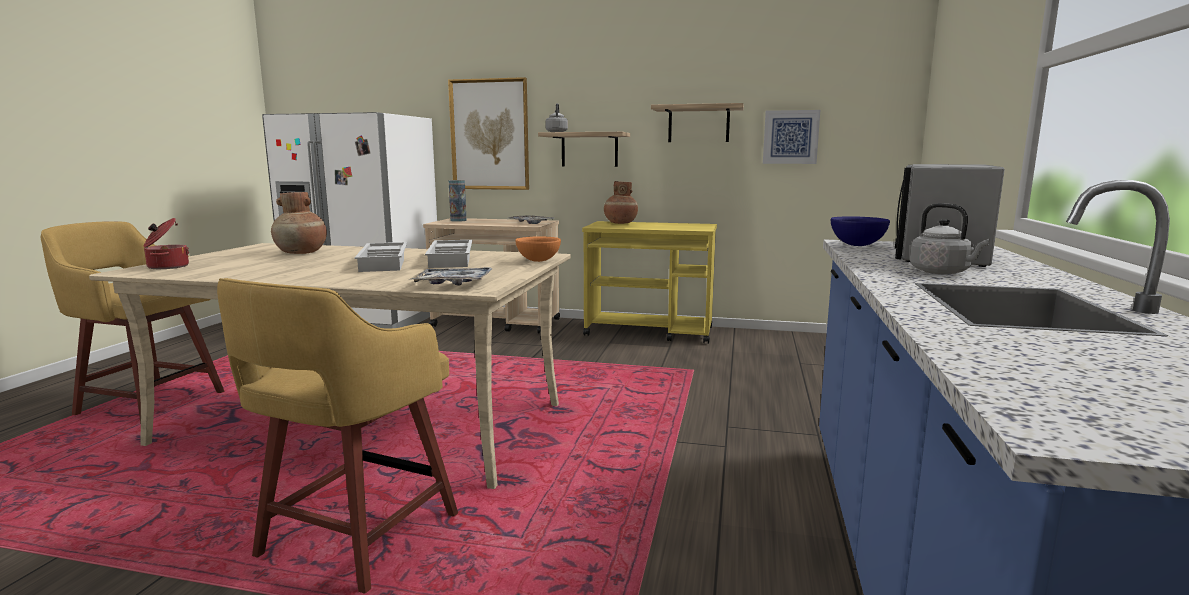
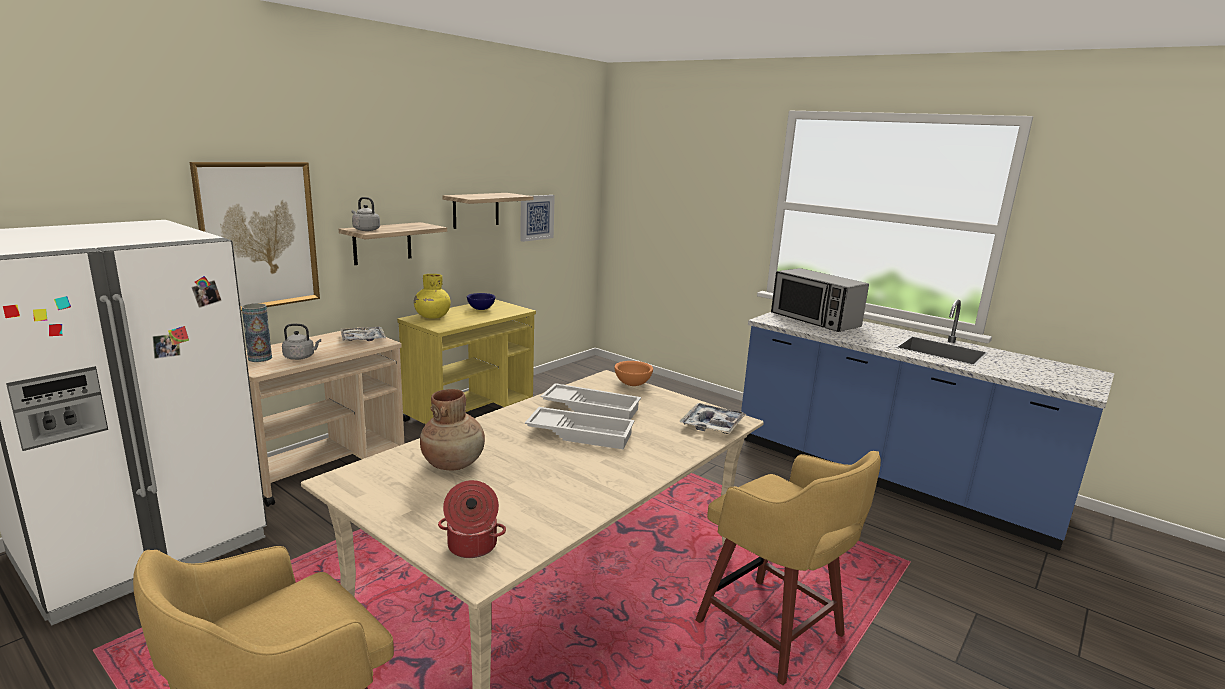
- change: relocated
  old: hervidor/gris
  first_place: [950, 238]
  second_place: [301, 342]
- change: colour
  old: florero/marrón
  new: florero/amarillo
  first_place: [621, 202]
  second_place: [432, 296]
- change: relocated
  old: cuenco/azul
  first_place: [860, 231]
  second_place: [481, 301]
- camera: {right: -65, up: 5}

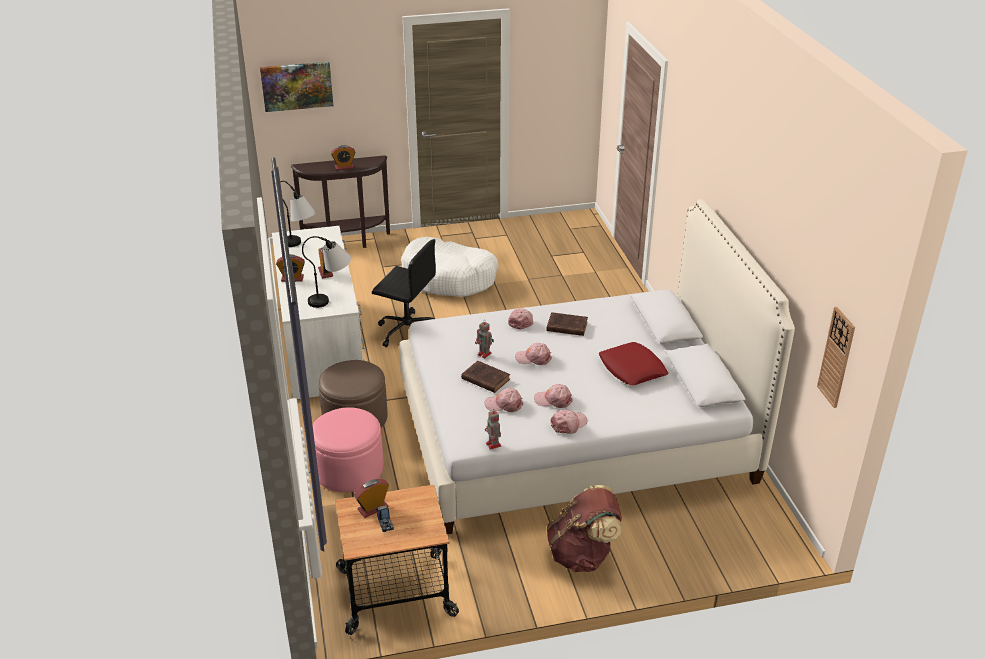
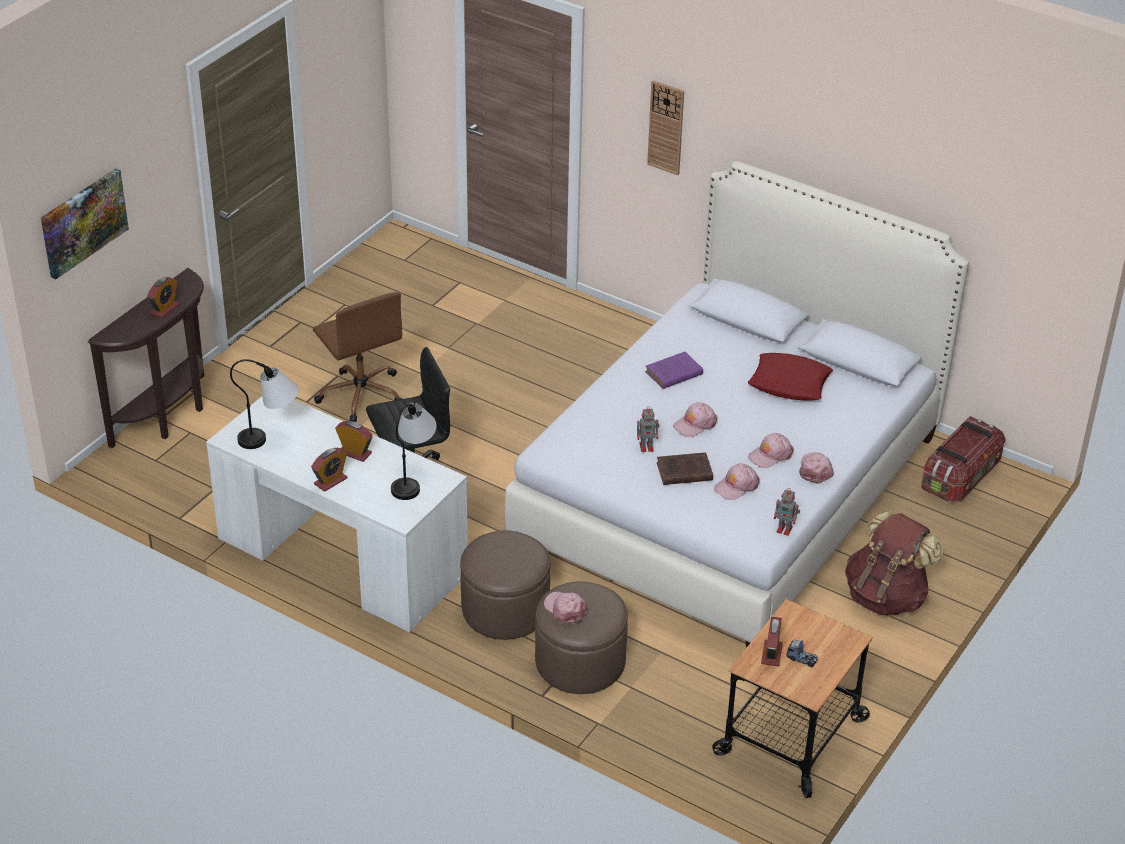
- change: exchanged
  old: cama para perro/blanco
  new: silla de oficina/marrón
  first_place: [450, 267]
  second_place: [358, 357]
- change: colour
  old: puf/rosa
  new: puf/marrón
  first_place: [347, 449]
  second_place: [581, 638]
- change: relocated
  old: gorra/rosa
  first_place: [520, 319]
  second_place: [566, 608]
- change: colour
  old: libro/marrón
  new: libro/morado
  first_place: [567, 324]
  second_place: [674, 370]
- change: relocated
  old: reloj de pared
  first_place: [836, 357]
  second_place: [665, 127]
- change: appeared
  new: caja de almacenaje
  second_place: [963, 459]
- camera: {right: -45, up: 5}

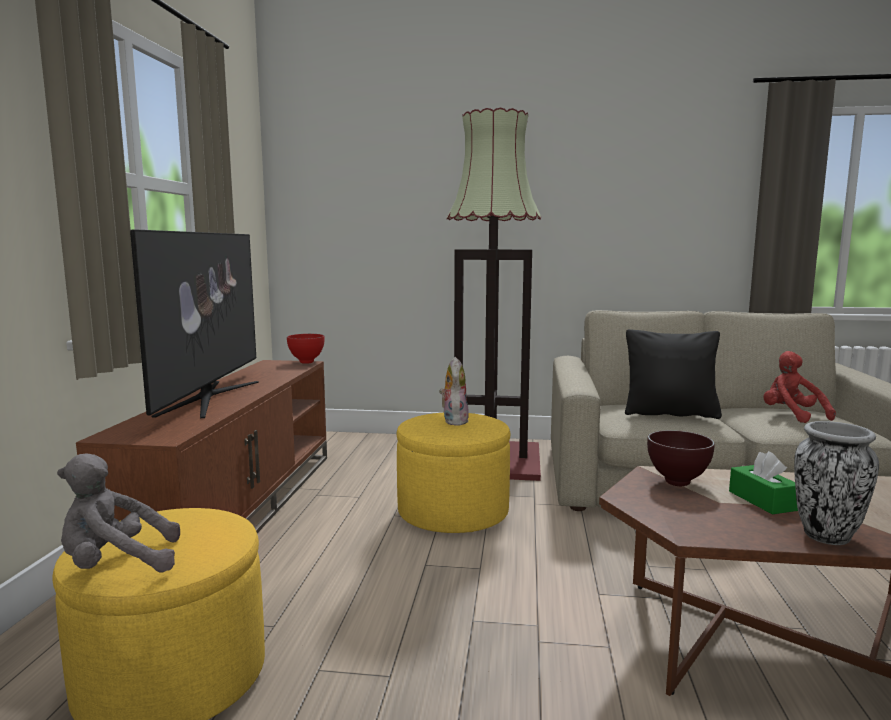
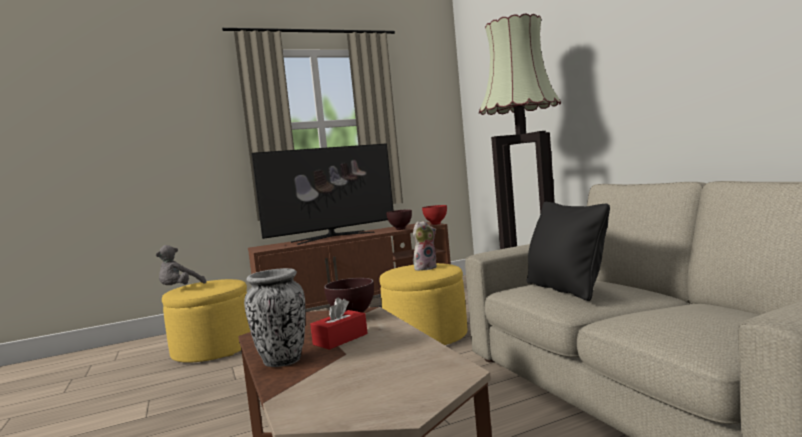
- change: spun
  old: peluche/gris
  first_place: [118, 512]
  second_place: [181, 265]
  degrees: -105
- change: colour
  old: caja de pañuelos/verde
  new: caja de pañuelos/rojo
  first_place: [763, 482]
  second_place: [339, 324]
- change: appeared
  new: cuenco/marrón
  second_place: [399, 219]
- change: missing
  old: peluche/rojo
  first_place: [799, 387]
- camera: {right: 60, up: -5}

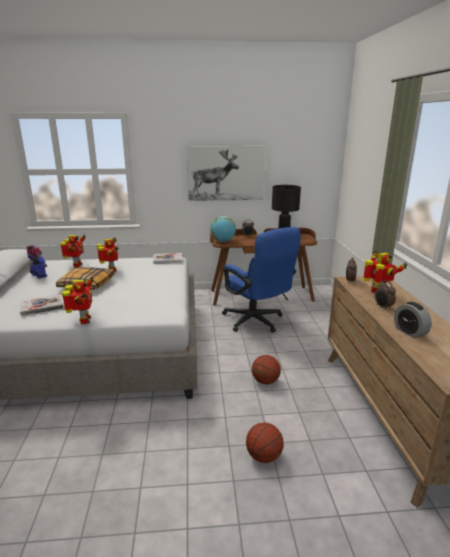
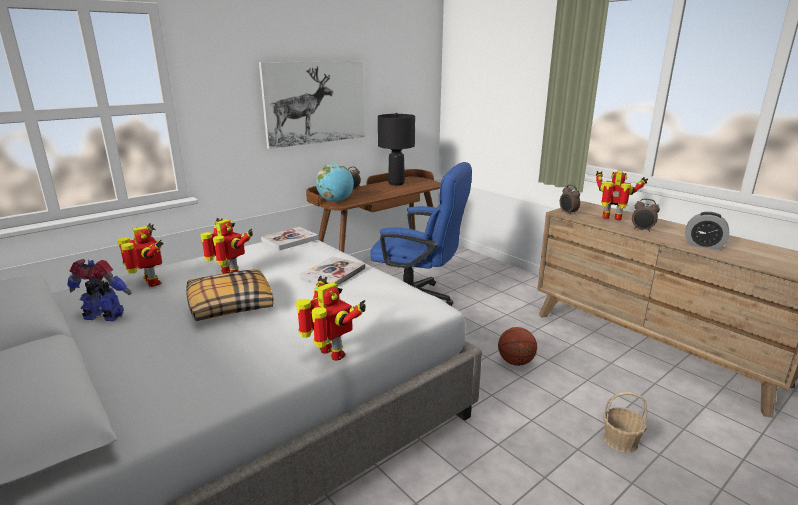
- change: relocated
  old: libro
  first_place: [41, 305]
  second_place: [332, 271]
- change: exchanged
  old: balón de baloncesto
  new: cesta
  first_place: [264, 442]
  second_place: [625, 422]
- camera: {right: -35, up: 0}

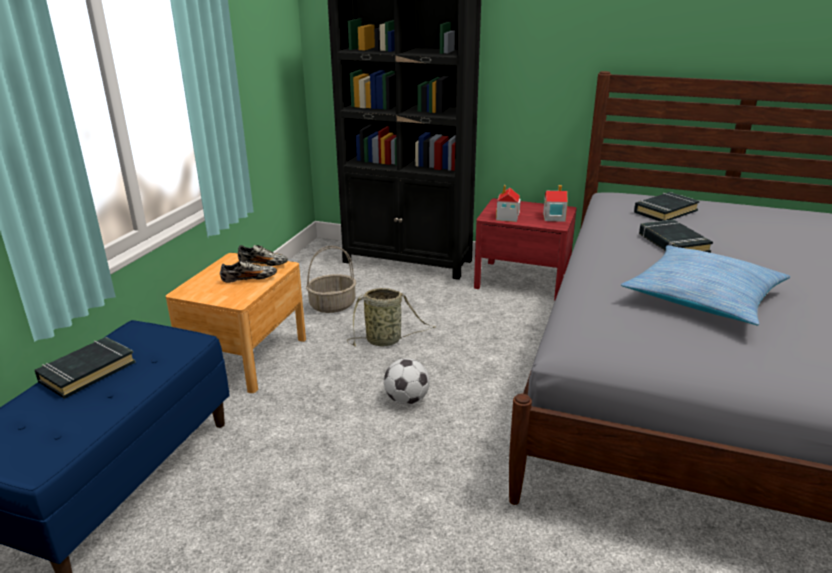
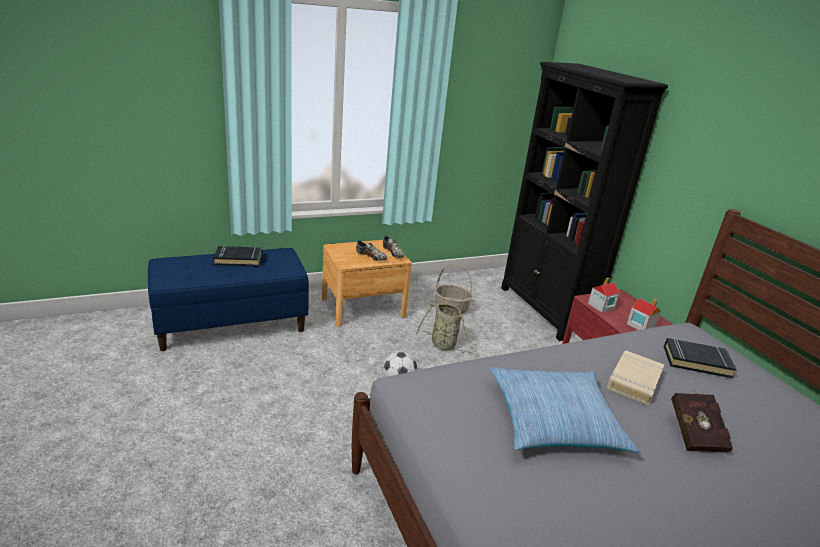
- change: colour
  old: libro/negro
  new: libro/beis
  first_place: [676, 236]
  second_place: [635, 378]
- change: appeared
  new: libro/rojo
  second_place: [702, 421]
- camera: {right: 45, up: 0}

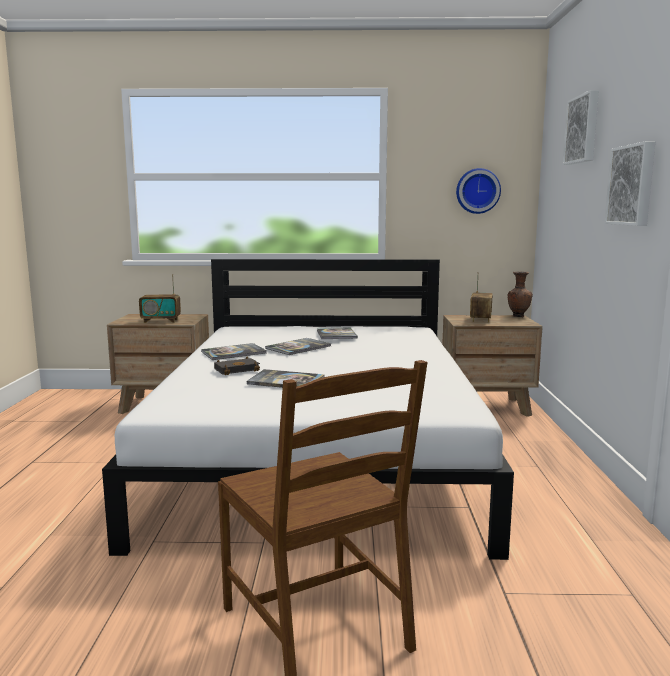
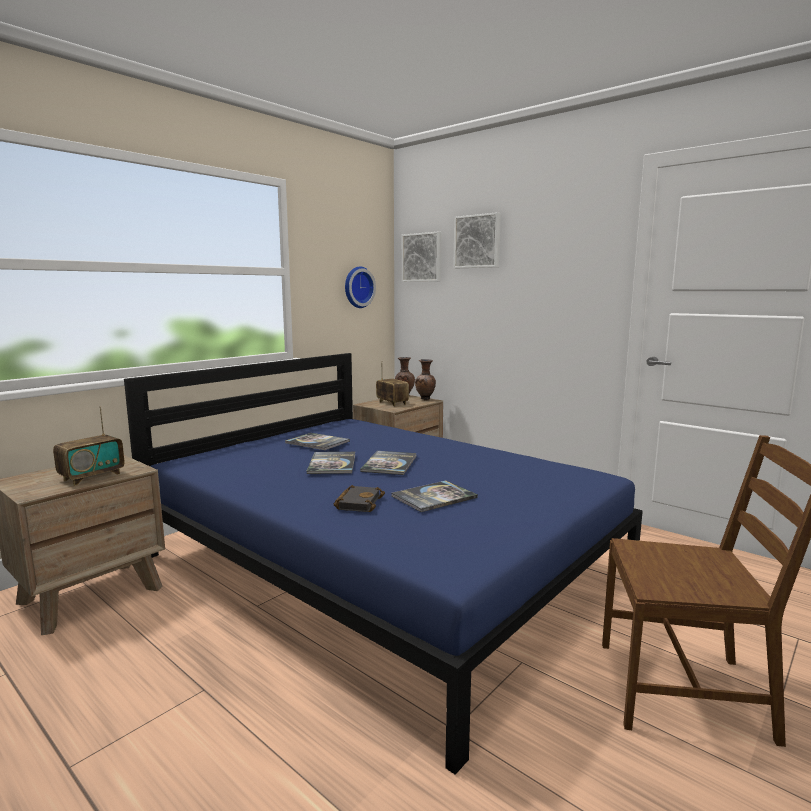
- change: colour
  old: cama/blanco
  new: cama/azul
  first_place: [308, 409]
  second_place: [383, 564]
- change: relocated
  old: libro
  first_place: [234, 351]
  second_place: [388, 463]
- change: relocated
  old: cuadro
  first_place: [629, 183]
  second_place: [422, 257]
- change: appeared
  new: florero/marrón
  second_place: [425, 379]
- camera: {right: -50, up: 0}

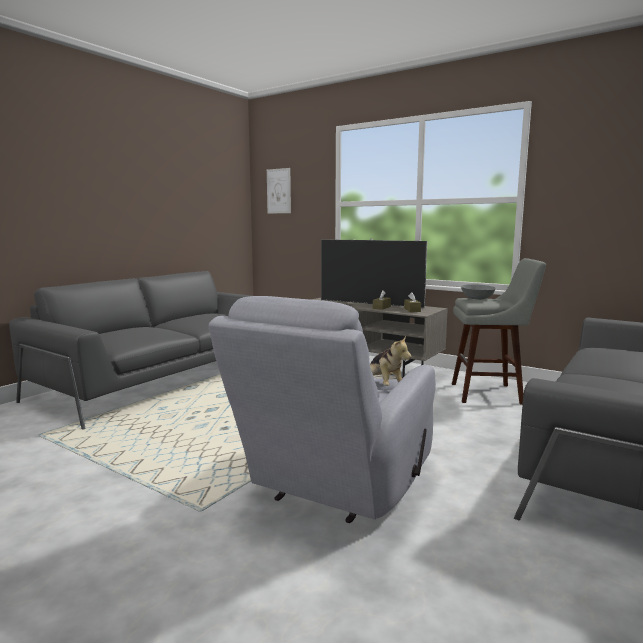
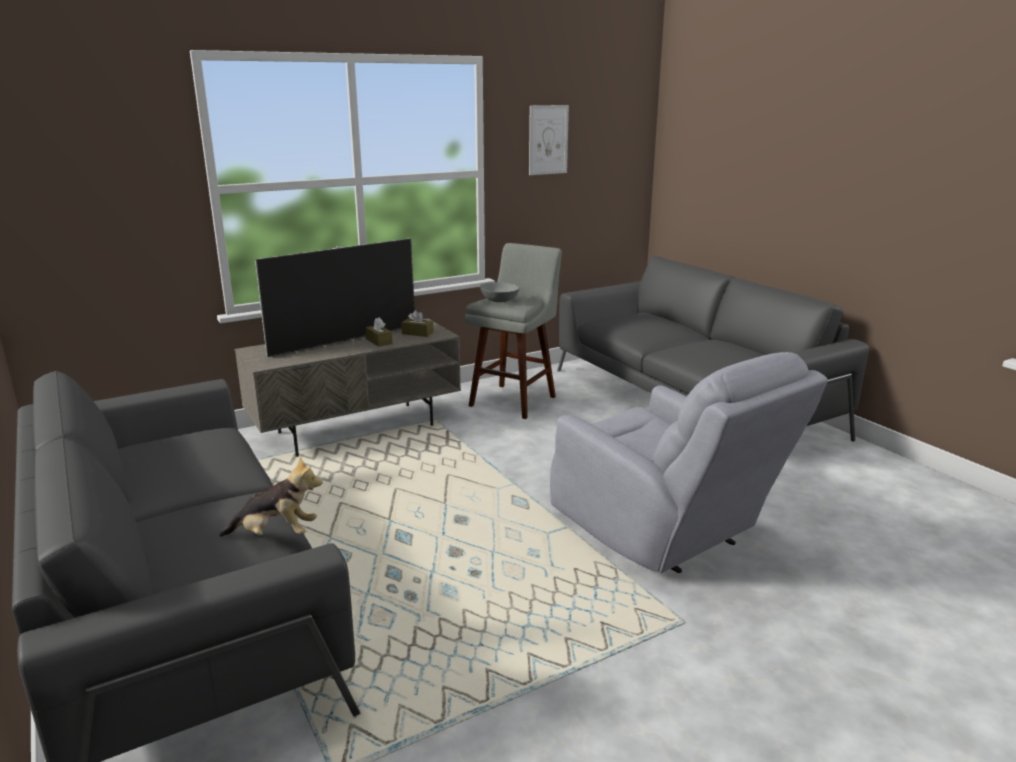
- change: relocated
  old: peluche
  first_place: [391, 360]
  second_place: [271, 497]
- change: relocated
  old: cuadro
  first_place: [279, 191]
  second_place: [549, 140]
- camera: {right: -65, up: 10}

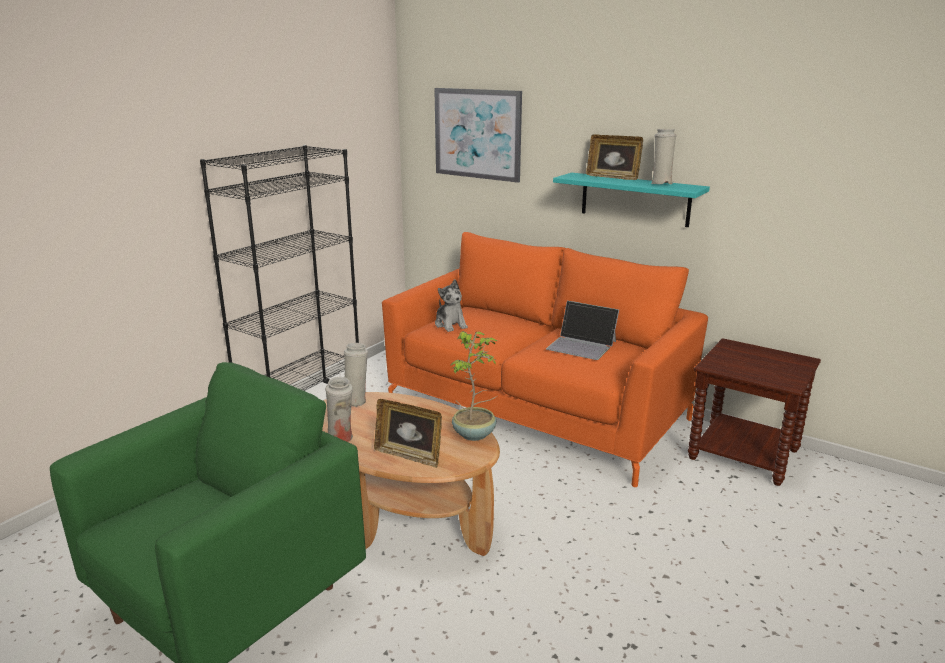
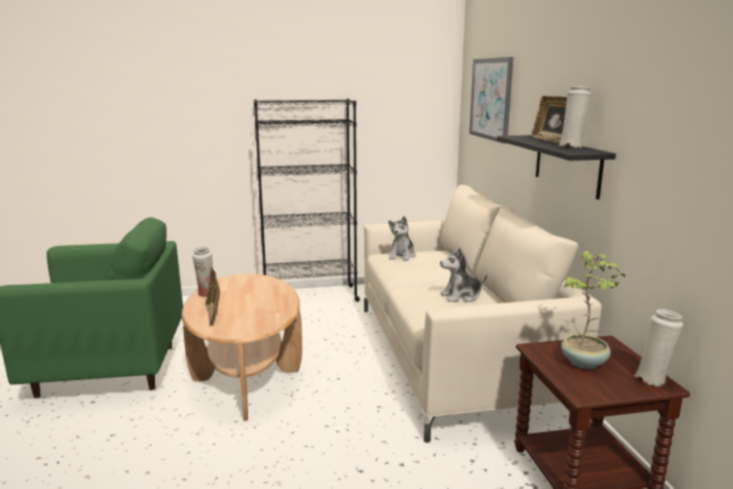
- change: colour
  old: sofá/naranja
  new: sofá/beis
  first_place: [545, 359]
  second_place: [483, 314]
- change: exchanged
  old: portátil
  new: peluche
  first_place: [582, 330]
  second_place: [463, 275]
- change: colour
  old: estante/turquesa
  new: estante/negro
  first_place: [631, 200]
  second_place: [556, 167]
- change: relocated
  old: planta en maceta
  first_place: [473, 386]
  second_place: [593, 310]
- change: relocated
  old: florero/blanco
  first_place: [356, 375]
  second_place: [658, 347]
- camera: {right: 45, up: -5}

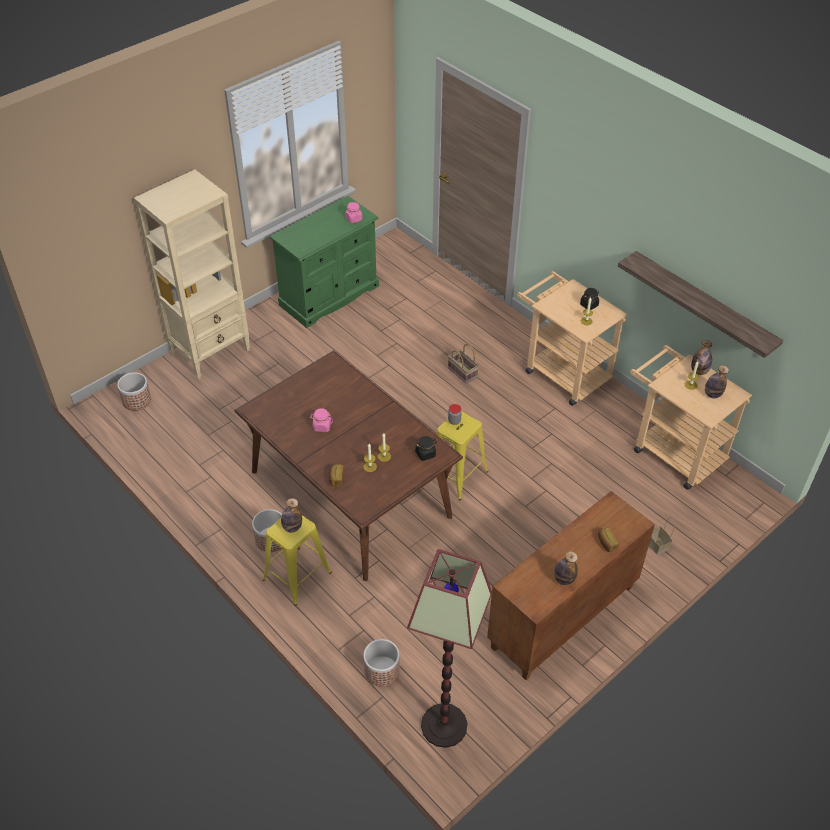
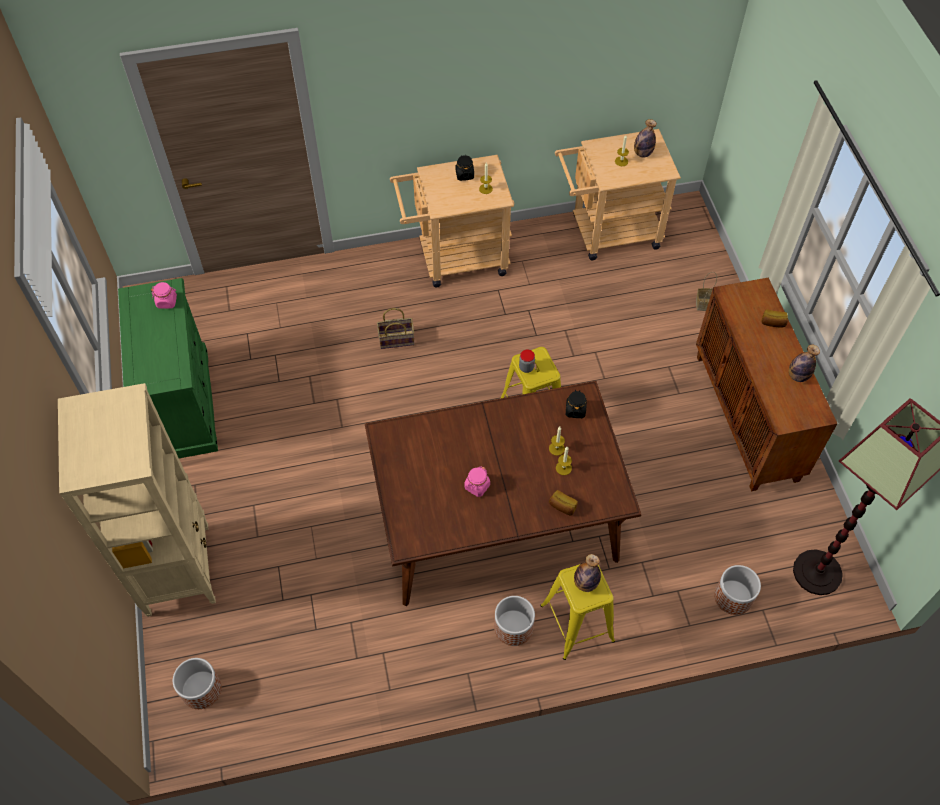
- change: missing
  old: estante
  first_place: [700, 304]
- change: missing
  old: botella
  first_place: [701, 357]
- camera: {right: -60, up: 10}

